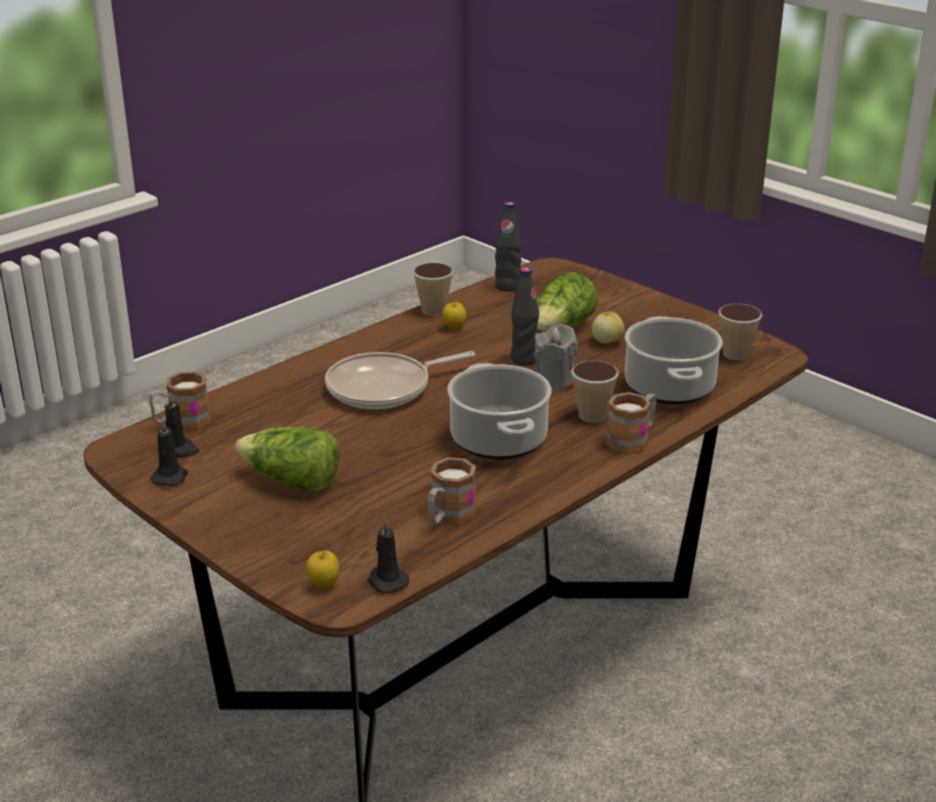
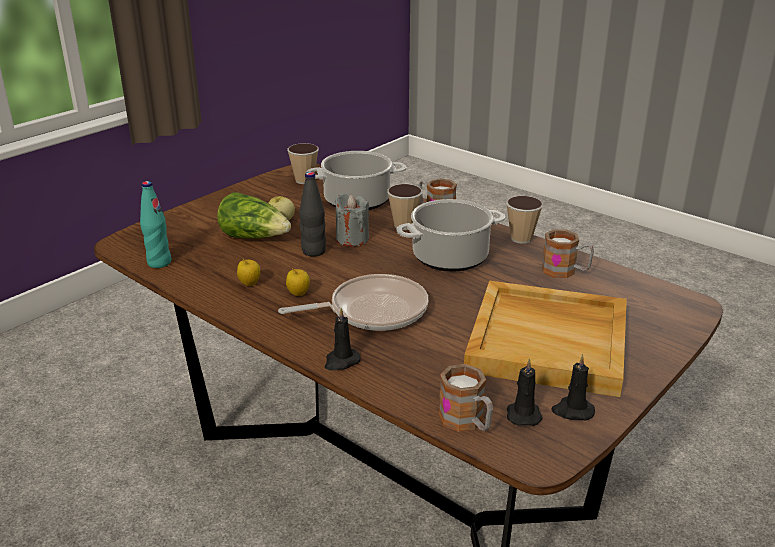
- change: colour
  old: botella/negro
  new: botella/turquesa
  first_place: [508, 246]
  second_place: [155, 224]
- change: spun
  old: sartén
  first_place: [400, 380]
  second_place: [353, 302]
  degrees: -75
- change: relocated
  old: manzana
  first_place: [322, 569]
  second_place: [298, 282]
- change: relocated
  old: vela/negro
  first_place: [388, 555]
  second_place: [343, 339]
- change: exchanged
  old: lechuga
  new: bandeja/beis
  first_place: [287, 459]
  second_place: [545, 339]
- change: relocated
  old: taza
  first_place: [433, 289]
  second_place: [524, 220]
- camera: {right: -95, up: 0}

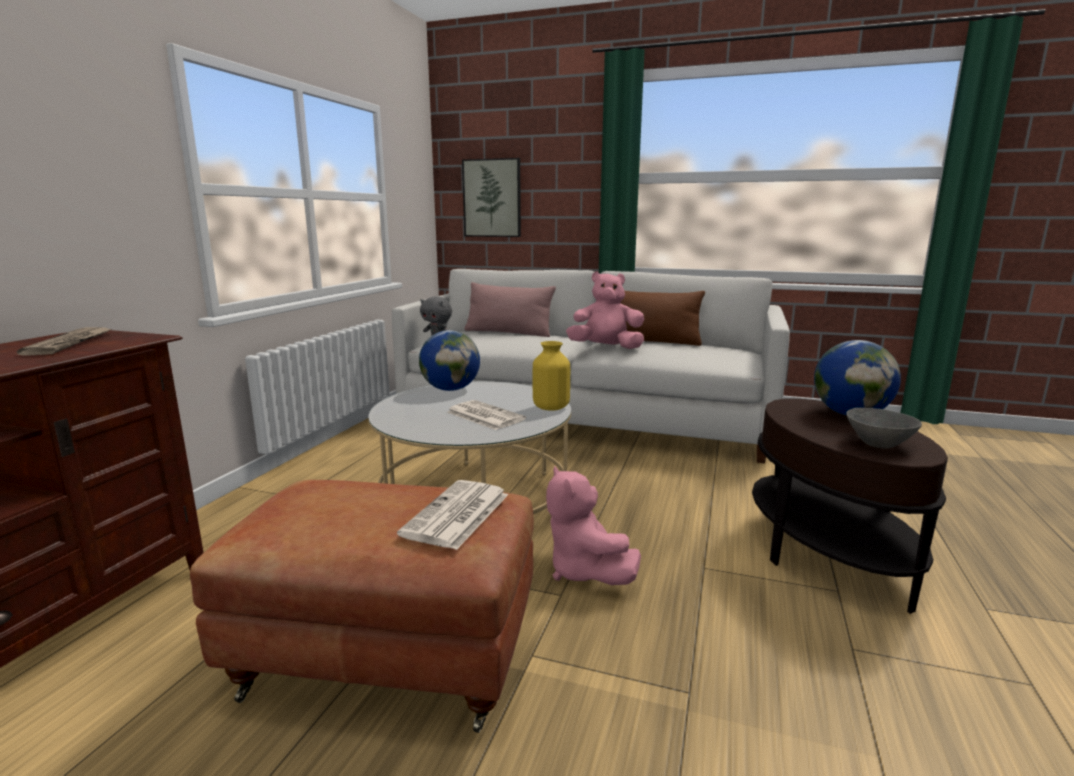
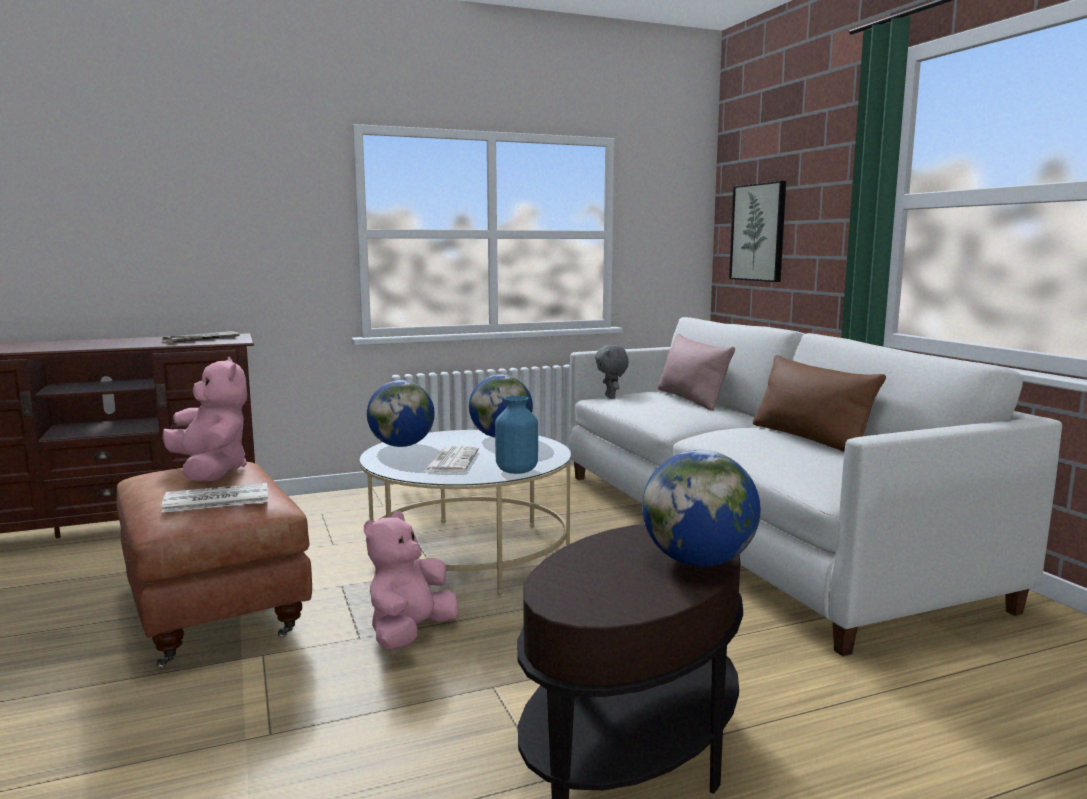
- change: relocated
  old: peluche/rosa
  first_place: [605, 310]
  second_place: [204, 419]
- change: appeared
  new: globo terráqueo
  second_place: [401, 413]
- change: colour
  old: florero/amarillo
  new: florero/azul
  first_place: [551, 376]
  second_place: [516, 435]
- change: missing
  old: cuenco/gris
  first_place: [884, 428]
- camera: {right: 50, up: -5}

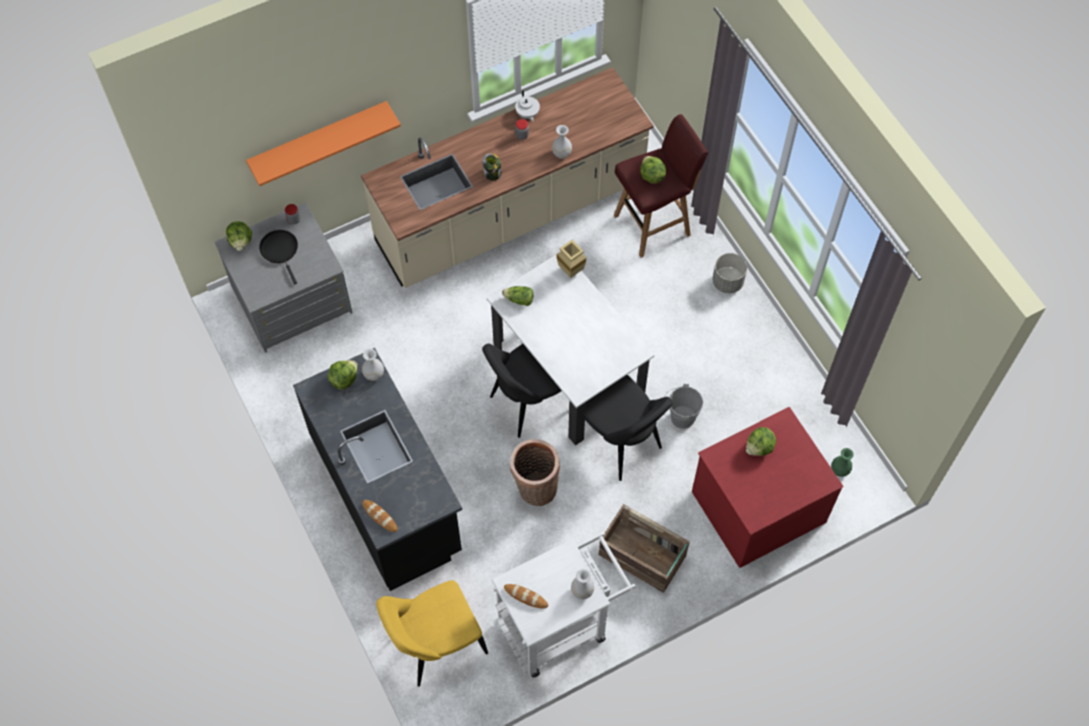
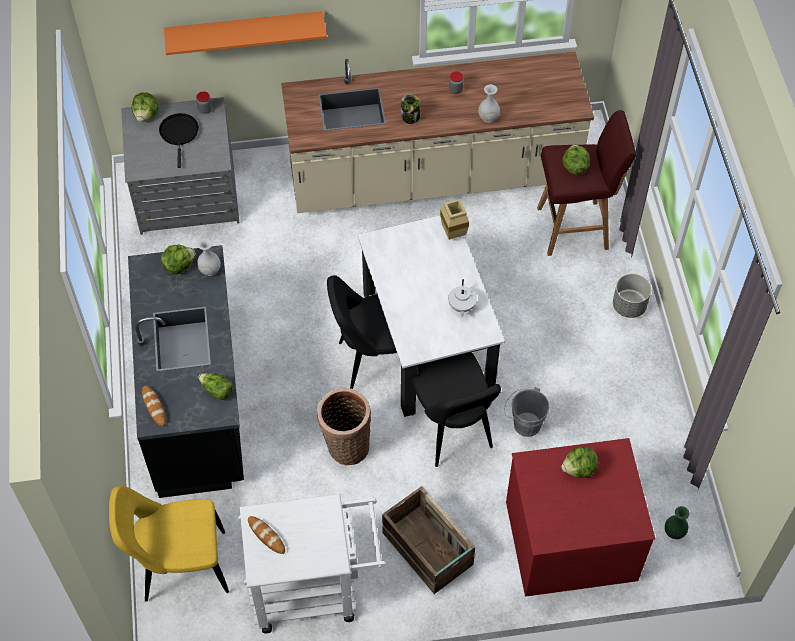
- change: relocated
  old: lechuga
  first_place: [518, 296]
  second_place: [215, 386]
- change: relocated
  old: tetera/blanco
  first_place: [527, 105]
  second_place: [462, 298]
- change: missing
  old: florero/blanco
  first_place: [582, 584]
- camera: {right: 20, up: -5}

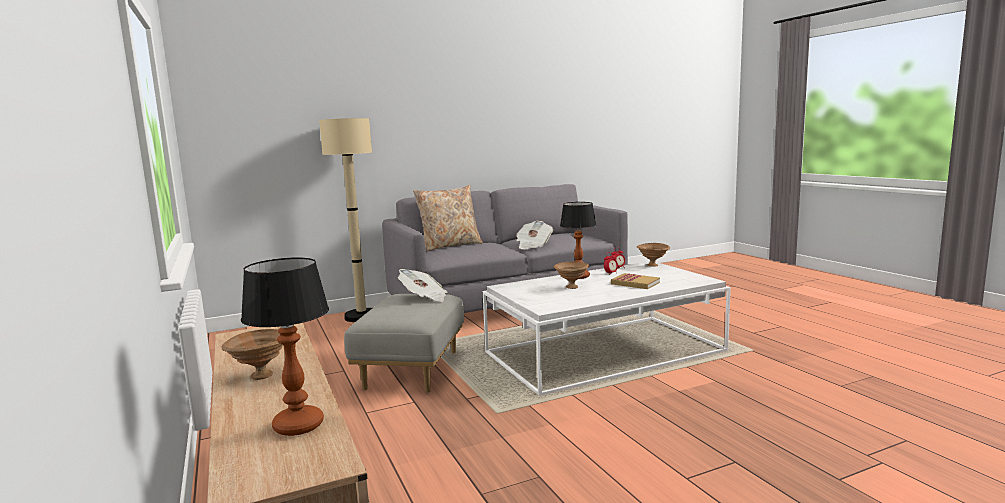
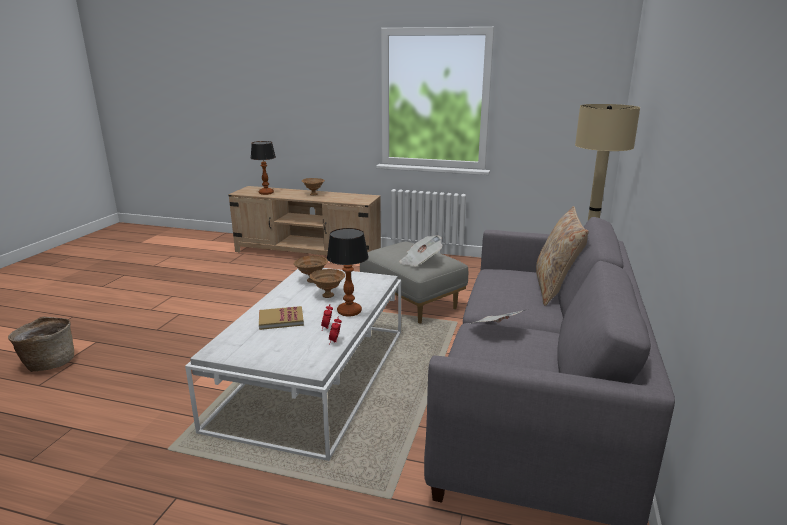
- change: appeared
  new: cesta
  second_place: [41, 344]
- change: relocated
  old: cuenco/marrón
  first_place: [653, 255]
  second_place: [311, 269]
- camera: {right: 130, up: 10}

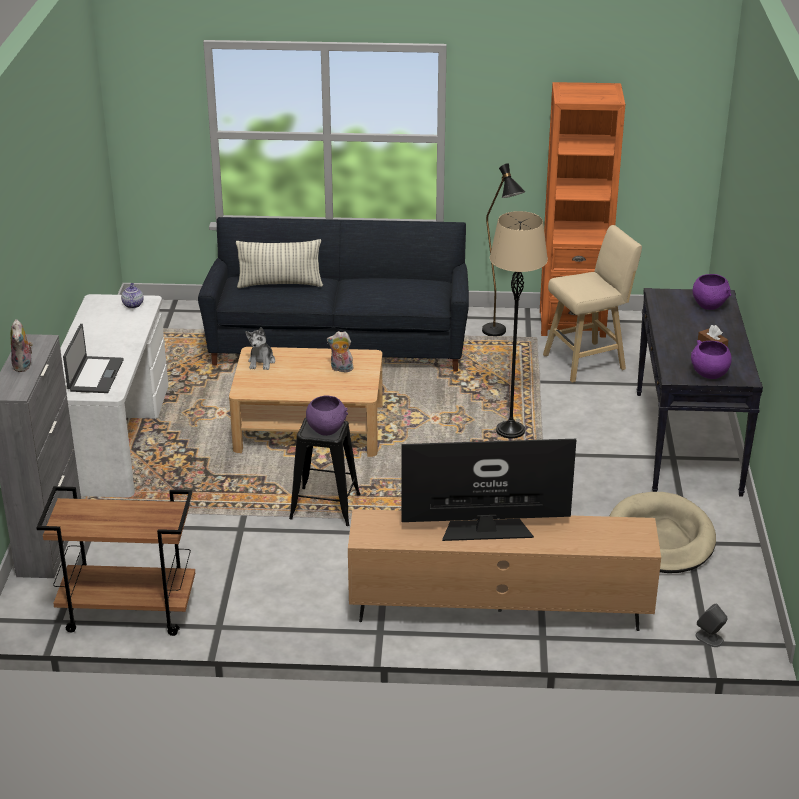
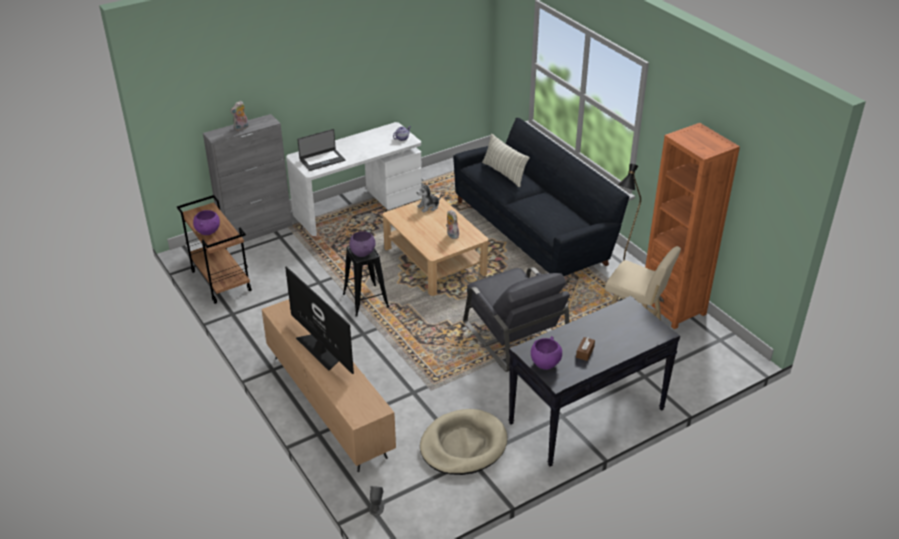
- change: relocated
  old: cuenco/morado
  first_place: [712, 292]
  second_place: [206, 222]
- change: exchanged
  old: lámpara de pie/beis
  new: sillón/gris
  first_place: [519, 324]
  second_place: [516, 319]
- camera: {right: 55, up: 5}

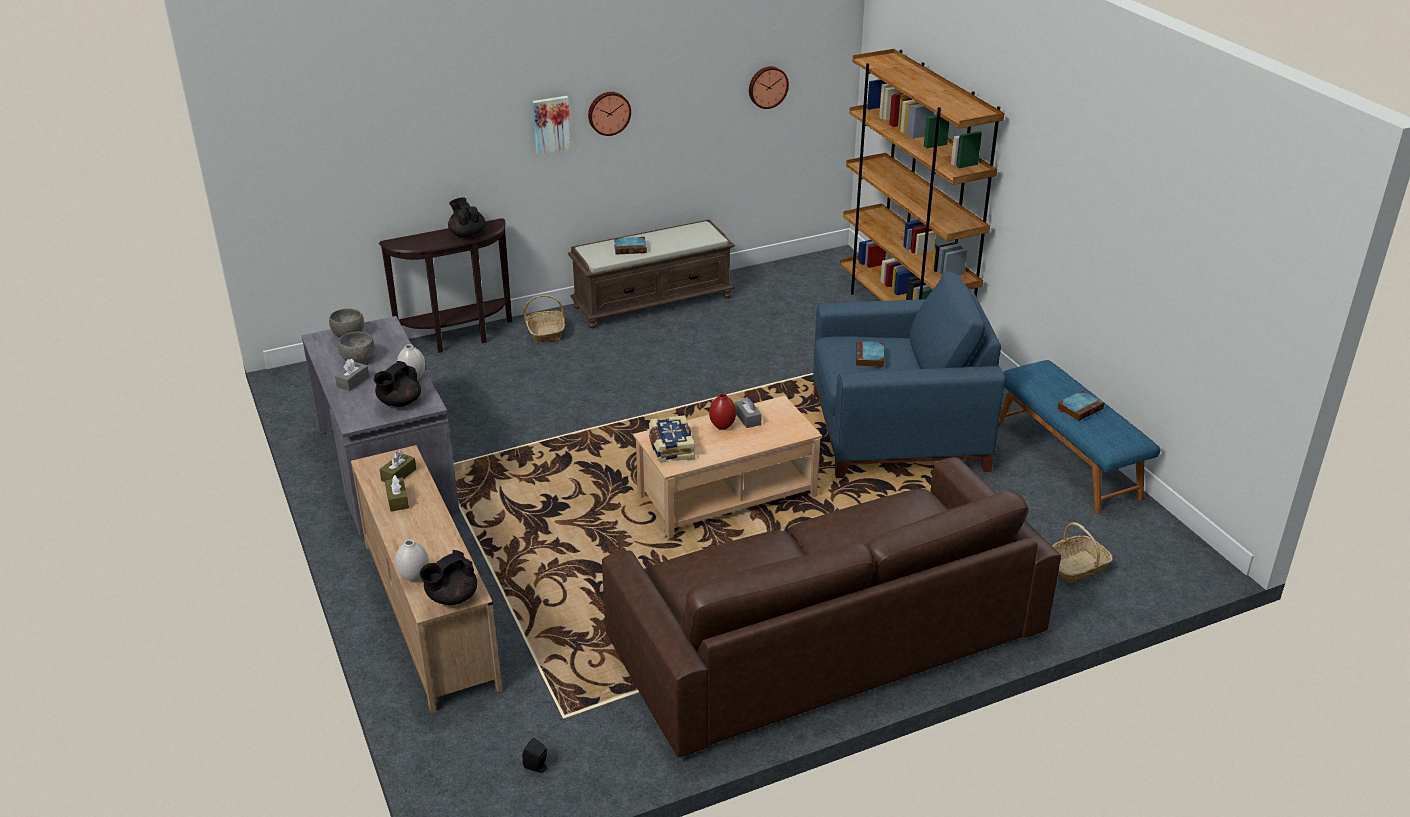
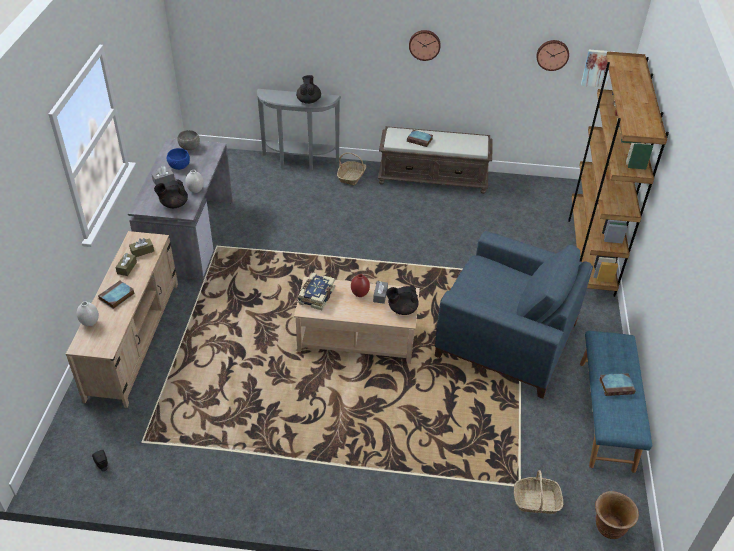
- change: relocated
  old: libro
  first_place: [870, 354]
  second_place: [116, 295]
- change: colour
  old: cuenco/gris
  new: cuenco/azul
  first_place: [356, 347]
  second_place: [178, 159]
- change: colour
  old: mesa consola/marrón
  new: mesa consola/gris
  first_place: [445, 285]
  second_place: [299, 130]
- change: relocated
  old: tetera/negro
  first_place: [448, 577]
  second_place: [402, 300]
- change: relocated
  old: cuadro
  first_place: [551, 125]
  second_place: [598, 69]
- change: appeared
  new: maceta/marrón
  second_place: [617, 515]
- change: missing
  old: sofá/marrón
  first_place: [831, 607]
- camera: {right: 30, up: 10}

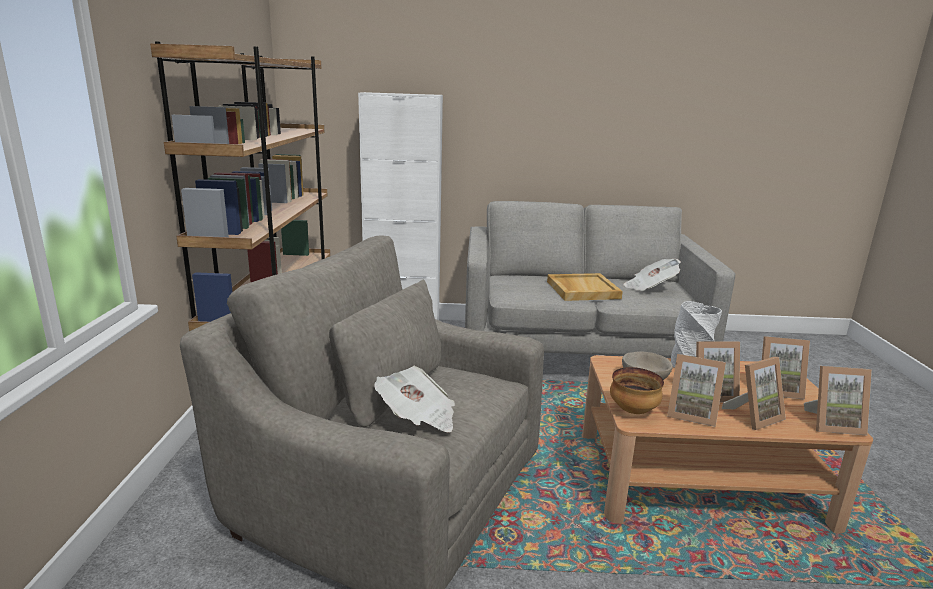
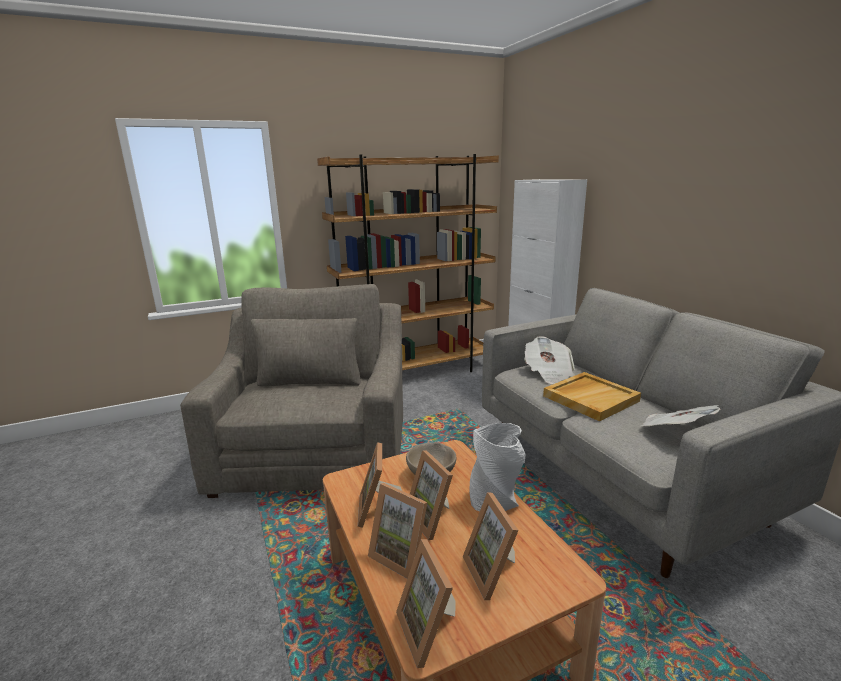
- change: relocated
  old: periódico
  first_place: [414, 399]
  second_place: [549, 360]
- change: missing
  old: cuenco
  first_place: [637, 390]
- camera: {right: 65, up: 0}

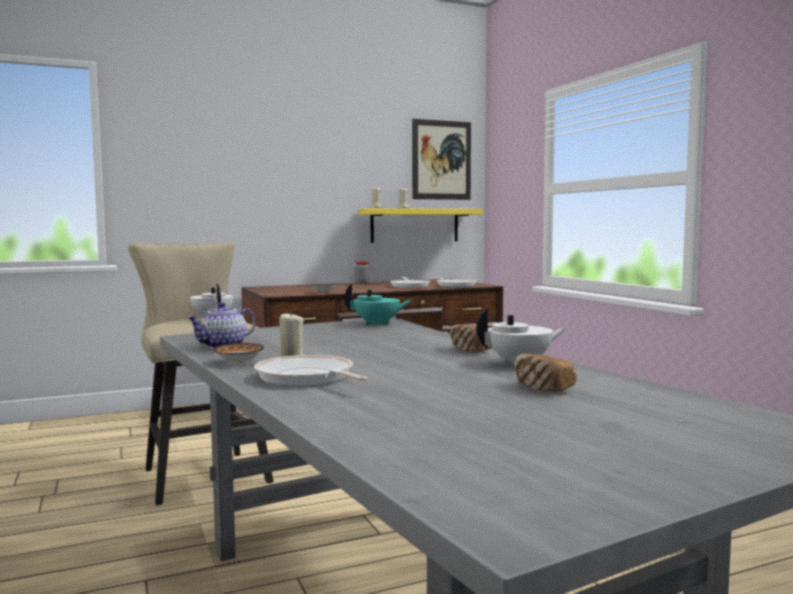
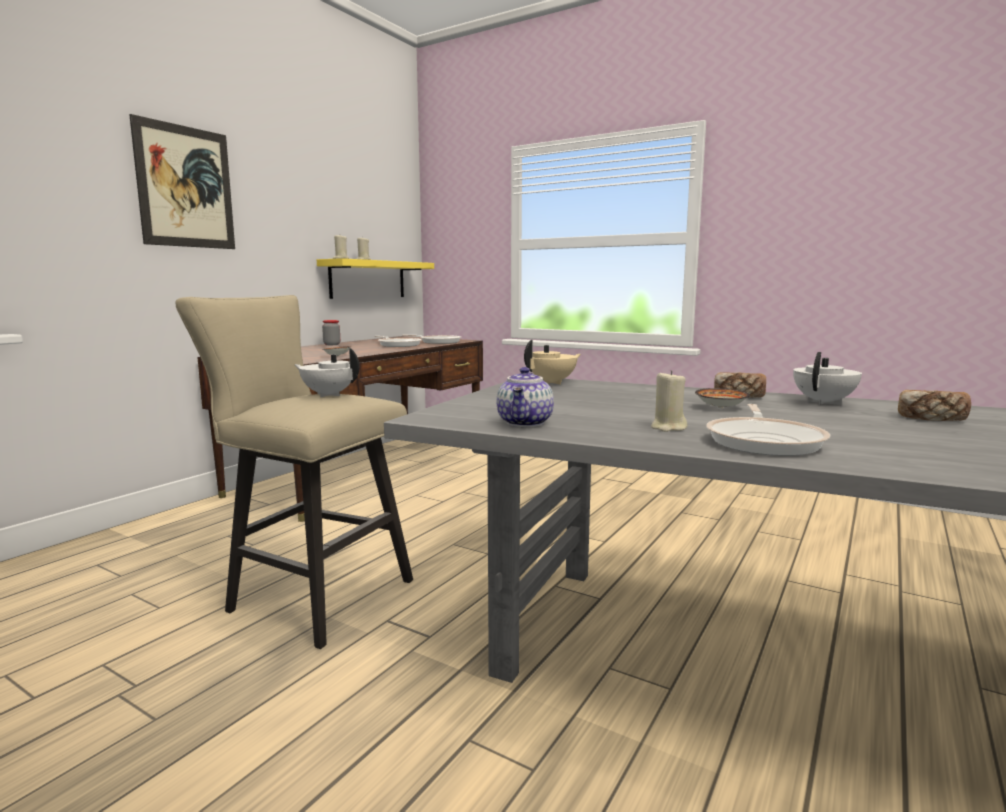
- change: relocated
  old: cuadro
  first_place: [441, 159]
  second_place: [182, 181]
- change: colour
  old: tetera/turquesa
  new: tetera/beis
  first_place: [378, 305]
  second_place: [552, 362]
- change: relocated
  old: cuenco
  first_place: [238, 353]
  second_place: [722, 398]
- change: spun
  old: sartén
  first_place: [311, 370]
  second_place: [768, 430]
  degrees: -90
- camera: {right: -35, up: 5}

